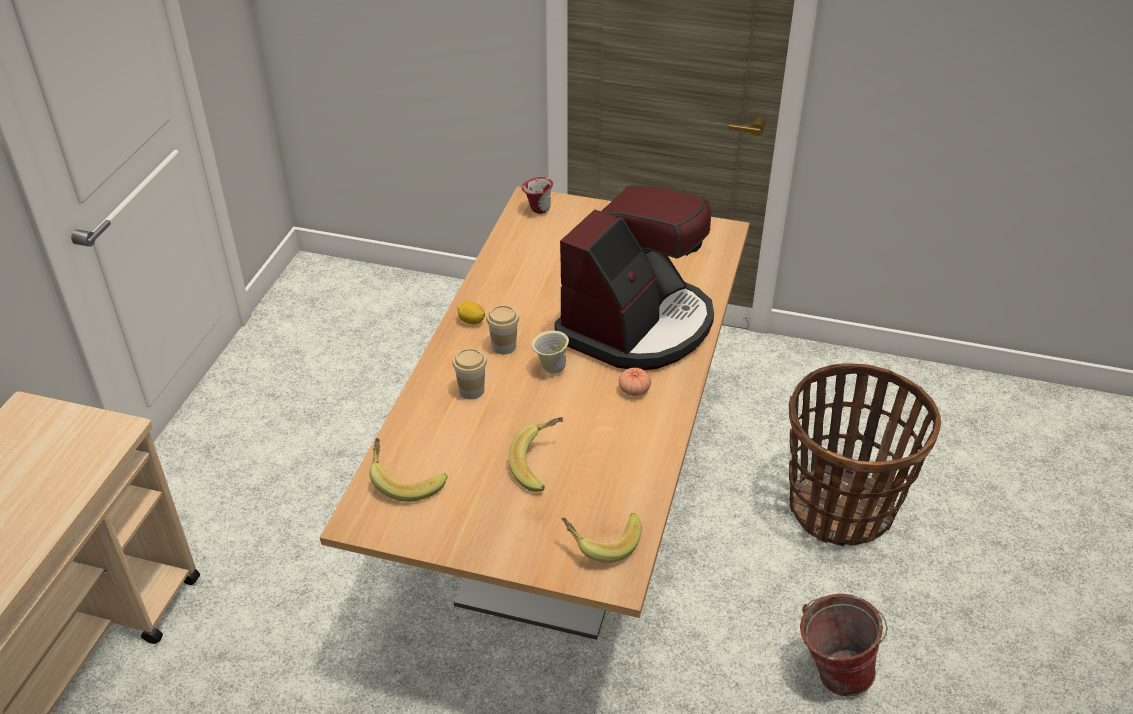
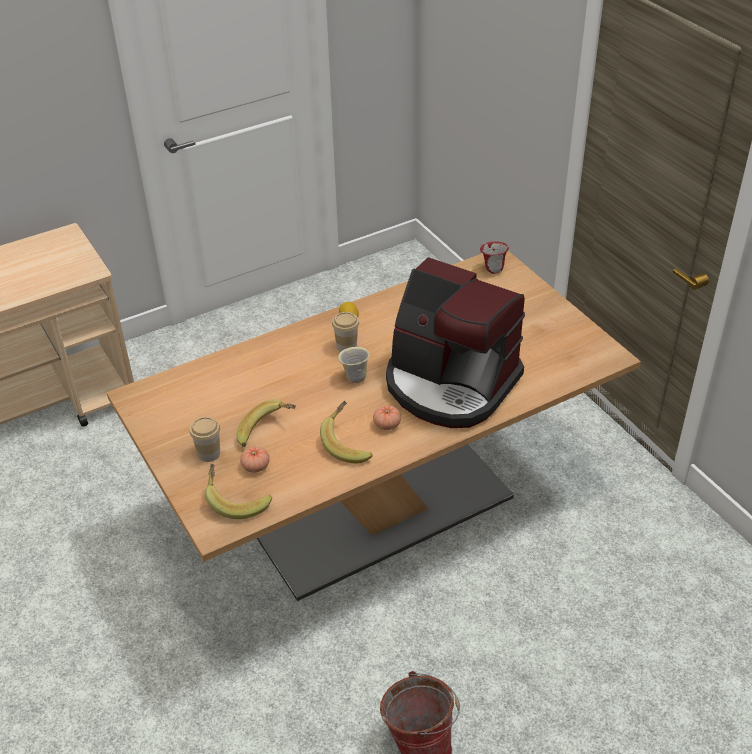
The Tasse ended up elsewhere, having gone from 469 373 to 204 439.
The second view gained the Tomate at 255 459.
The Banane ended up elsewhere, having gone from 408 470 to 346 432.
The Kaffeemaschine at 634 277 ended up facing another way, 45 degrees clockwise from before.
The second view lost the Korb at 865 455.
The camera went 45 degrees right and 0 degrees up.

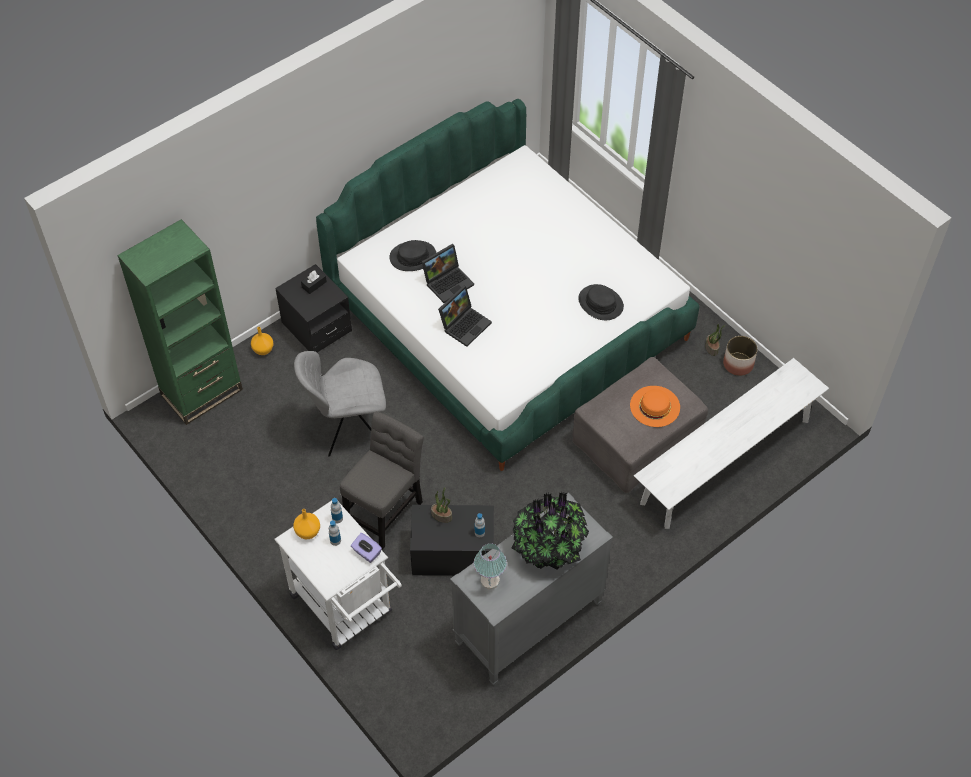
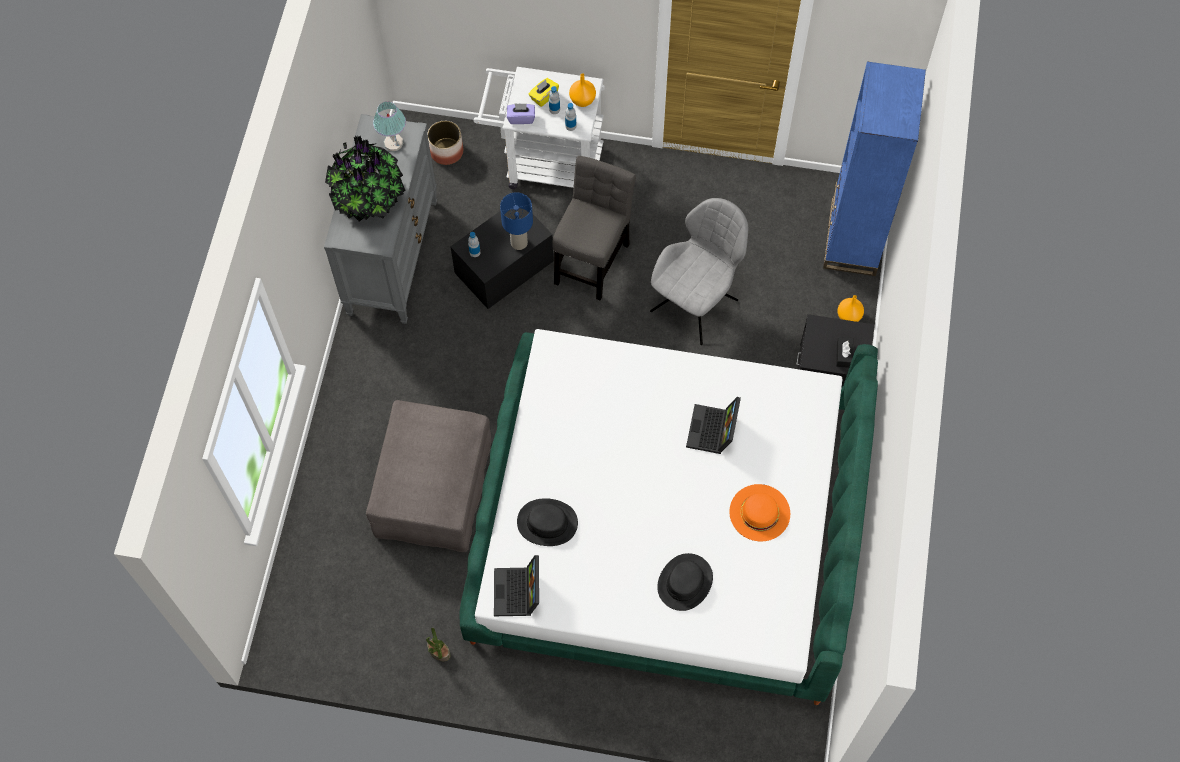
The Pflanzkübel ended up elsewhere, having gone from 740 356 to 445 143.
The Laptop ended up elsewhere, having gone from 465 316 to 516 585.
Where the Topfpflanze stood at 441 505, the Tischlampe (blau) came to stand at 516 221.
The second view gained the Taschentuchbox (gelb) at 544 92.
The Stuhl (grau) at 382 480 ended up facing another way, 150 degrees counterclockwise from before.
The Hut (schwarz) ended up elsewhere, having gone from 412 255 to 685 582.
The Hut (orange) ended up elsewhere, having gone from 655 406 to 759 513.
What was the Bücherregal (grün) at 180 322 turned into the Bücherregal (blau) at 874 169.
The second view lost the Bank (weiß) at 731 443.
The camera went 140 degrees right and 10 degrees up.

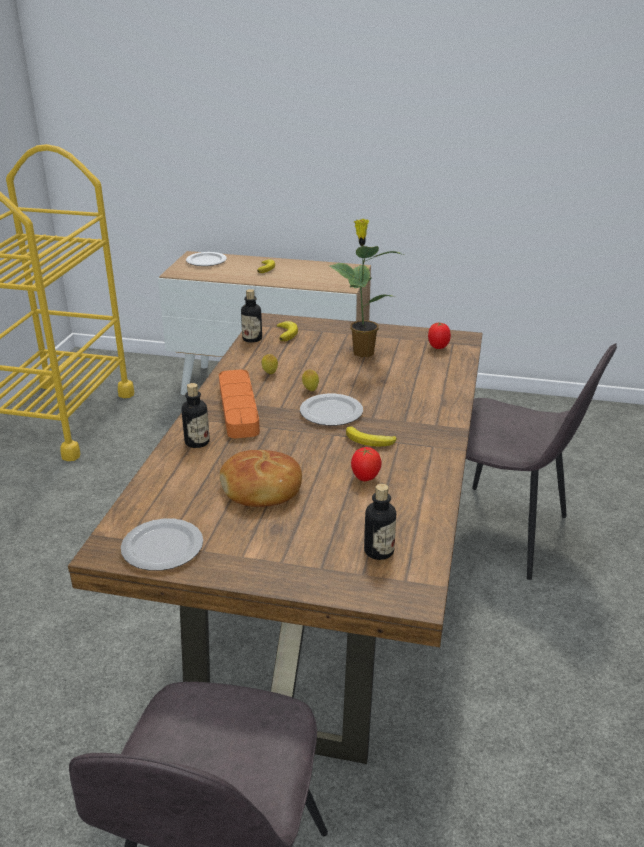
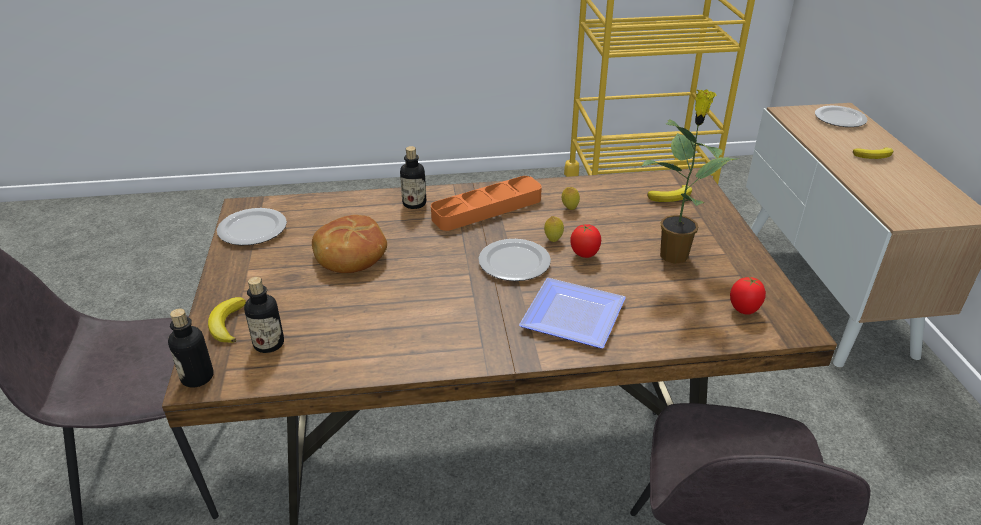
The Flasche ended up elsewhere, having gone from 251 316 to 191 348.
The Banane ended up elsewhere, having gone from 371 436 to 227 320.
The second view gained the Teller at 572 313.
The Tomate ended up elsewhere, having gone from 366 464 to 585 241.
The camera went 70 degrees right and 5 degrees up.

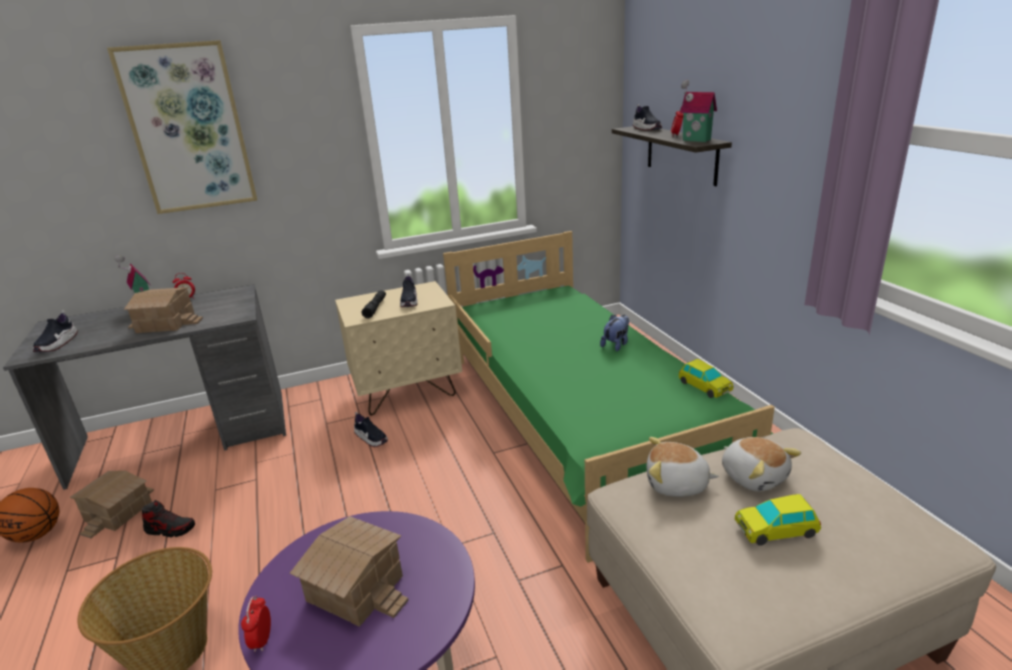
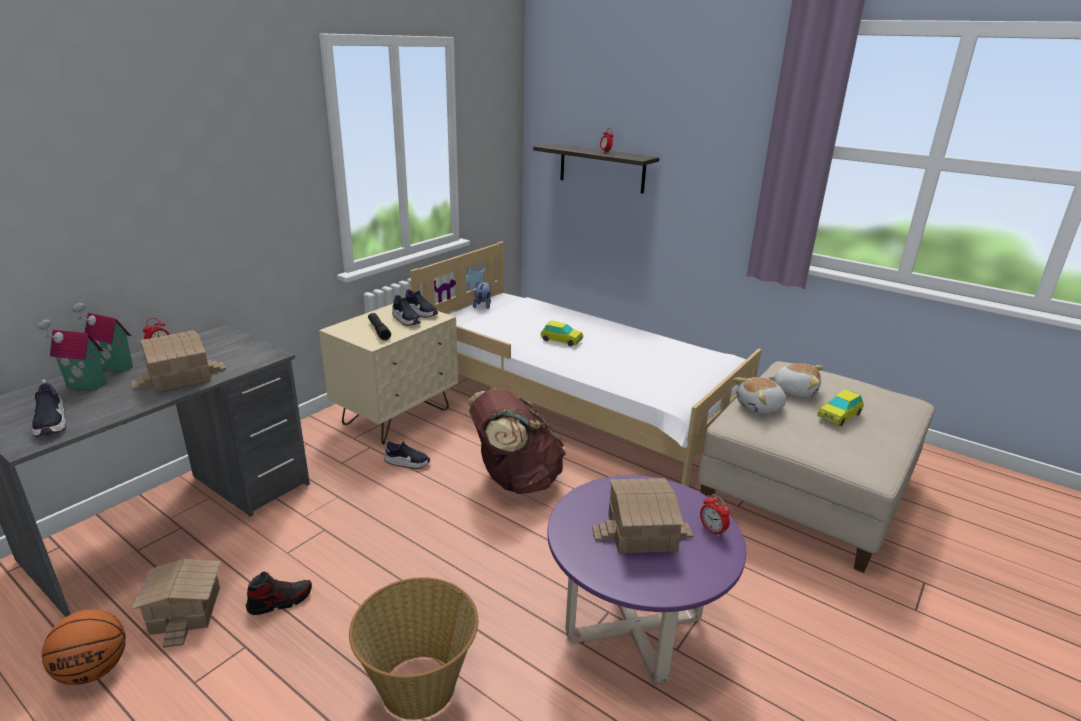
The Spielzeughaus ended up elsewhere, having gone from 698 111 to 71 354.
The Schuh ended up elsewhere, having gone from 647 117 to 421 302.
What was the Bett (grün) at 609 397 turned into the Bett (weiß) at 586 364.
The second view gained the Rucksack (braun) at 517 441.
The Plüschtier ended up elsewhere, having gone from 614 333 to 482 295.
The Spielzeugauto ended up elsewhere, having gone from 705 378 to 562 334.
The Wecker ended up elsewhere, having gone from 256 624 to 715 515.
The second view lost the Bild at 182 127.
The camera went 35 degrees left and 0 degrees up.

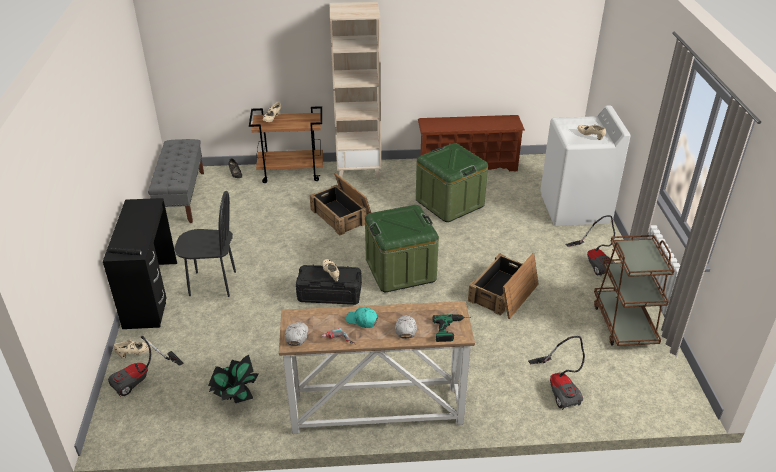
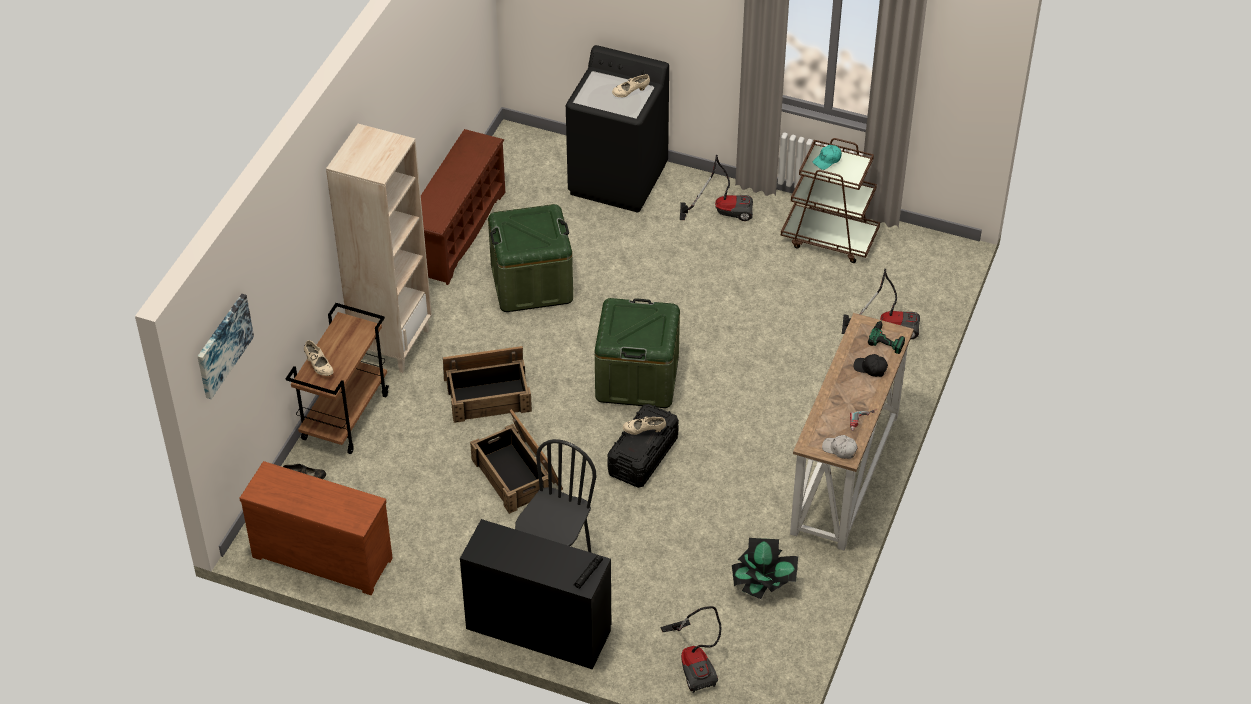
The second view gained the Bild at 225 346.
Where the Bank (grau) stood at 176 181, the Kommode (braun) came to stand at 316 528.
The Kiste ended up elsewhere, having gone from 503 286 to 516 461.
What was the Waschmaschine (weiß) at 585 165 turned into the Waschmaschine (schwarz) at 617 128.
The Kappe (türkis) ended up elsewhere, having gone from 362 317 to 827 157.
What was the Kappe (weiß) at 406 327 turned into the Kappe (schwarz) at 870 365.
The second view lost the Schuh (beige) at 133 349.
The camera went 65 degrees left and 10 degrees up.

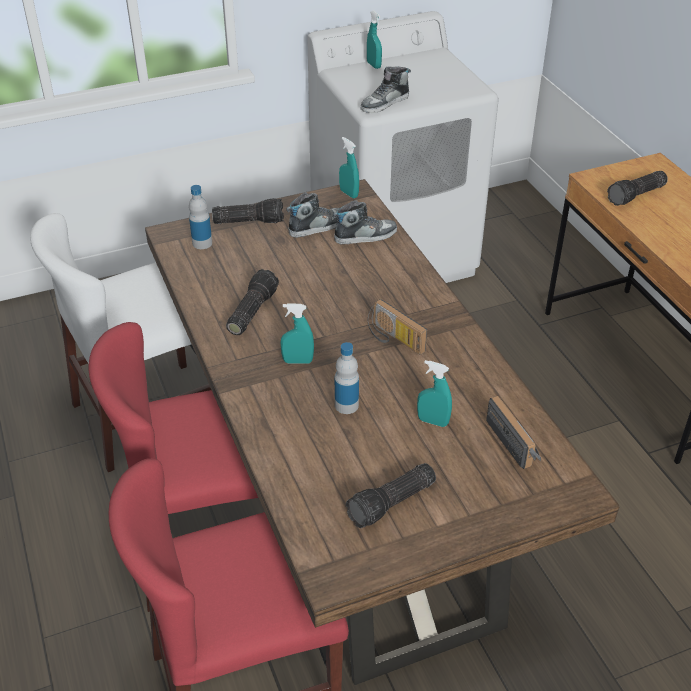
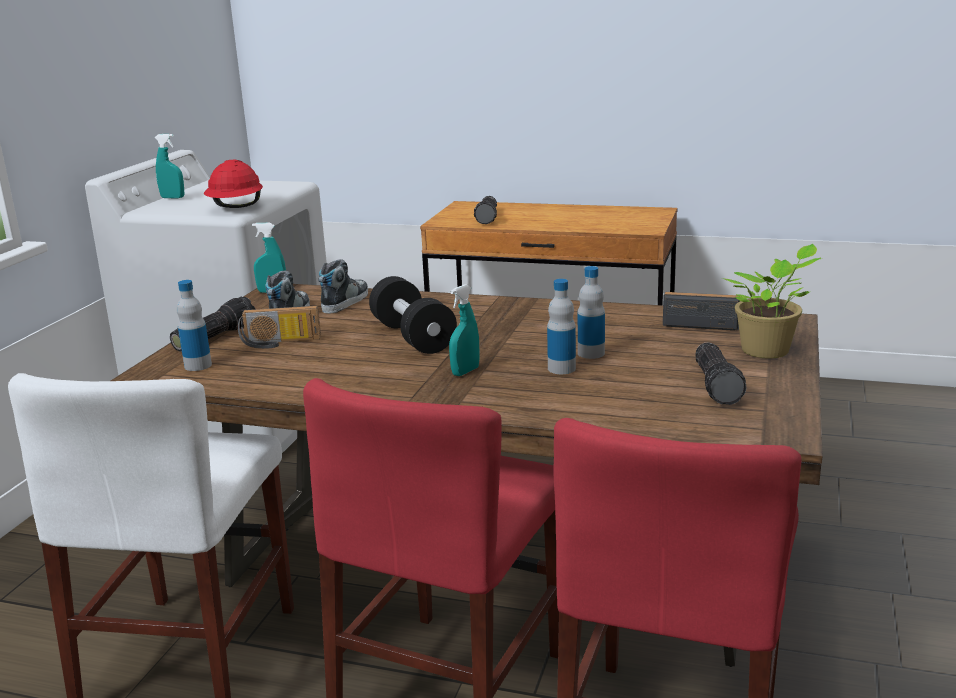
Where the Schuh stood at 385 89, the Schutzhelm (rot) came to stand at 233 184.
The Radio ended up elsewhere, having gone from 397 327 to 279 327.
The second view gained the Hantel (schwarz) at 413 315.
The second view gained the Flasche at 591 312.
The second view gained the Topfpflanze at 771 301.
The second view lost the Taschenlampe at 252 302.
The second view lost the Sprühflasche (türkis) at 434 393.
The camera went 50 degrees left and 20 degrees down.

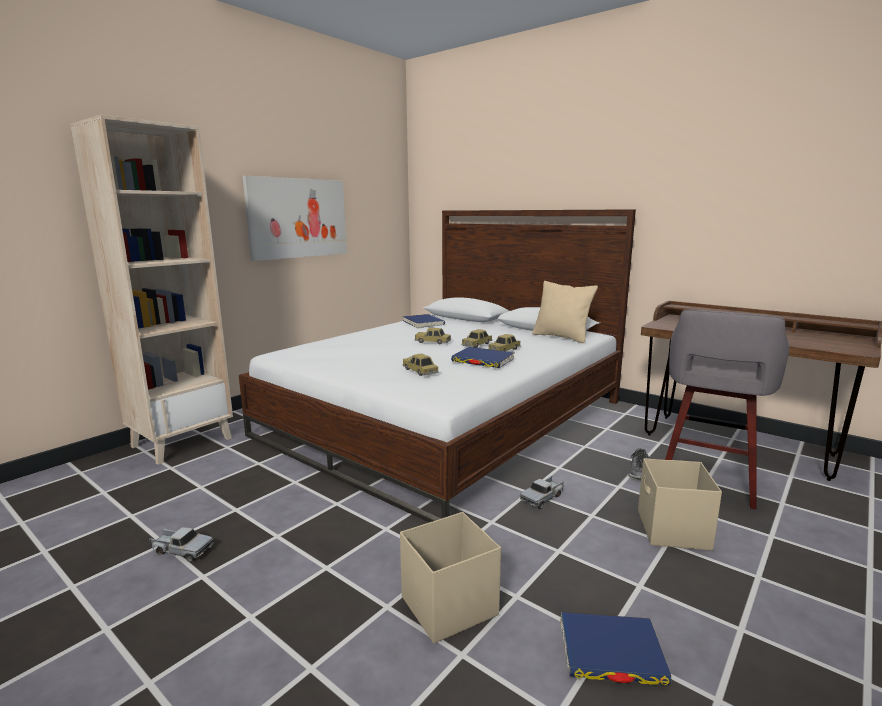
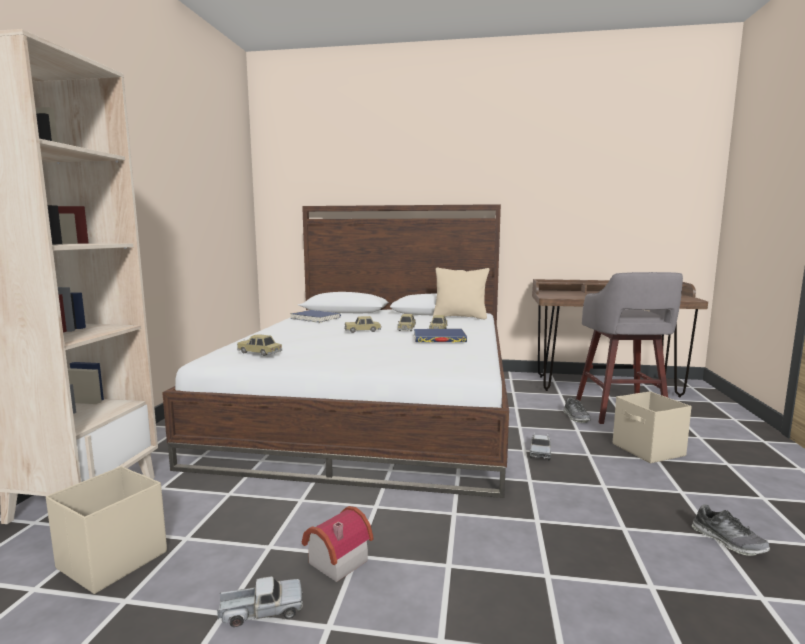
The Aufbewahrungsbox (beige) ended up elsewhere, having gone from 450 578 to 106 530.
The Spielzeugauto ended up elsewhere, having gone from 421 365 to 259 345.
The second view gained the Spielzeughaus at 338 544.
Where the Buch (blau) stood at 616 648, the Schuh came to stand at 730 530.
The second view lost the Bild at 295 218.
The camera went 30 degrees left and 5 degrees down.

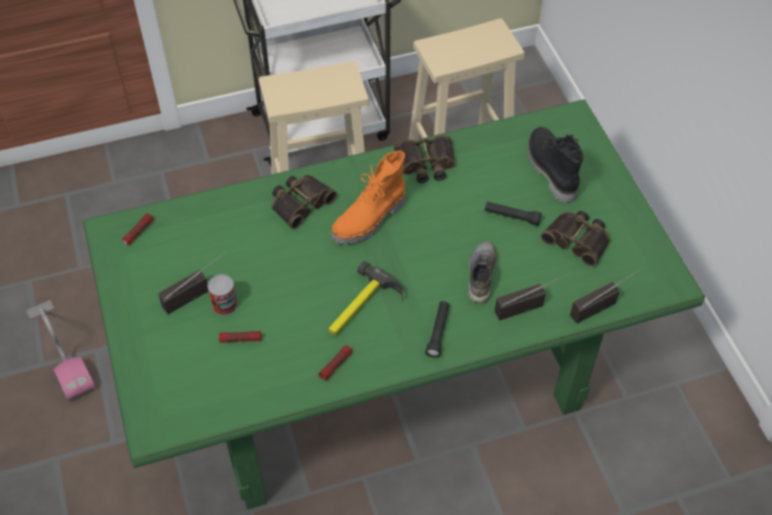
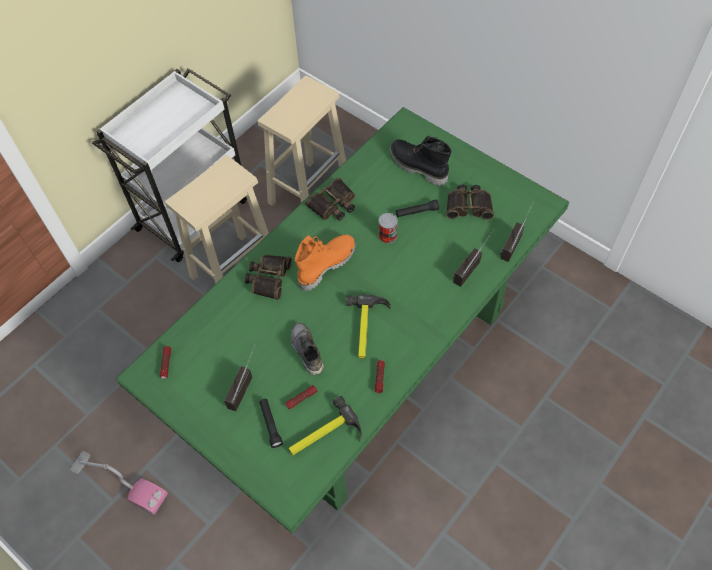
The Taschenlampe (schwarz) ended up elsewhere, having gone from 437 329 to 271 423.
The second view gained the Hammer at 325 425.
The Schuh (grau) ended up elsewhere, having gone from 482 272 to 307 349.
The Stiefel (orange) at 368 198 ended up facing another way, 150 degrees counterclockwise from before.
The Dose ended up elsewhere, having gone from 223 294 to 388 228.
The camera went 30 degrees left and 5 degrees up.

